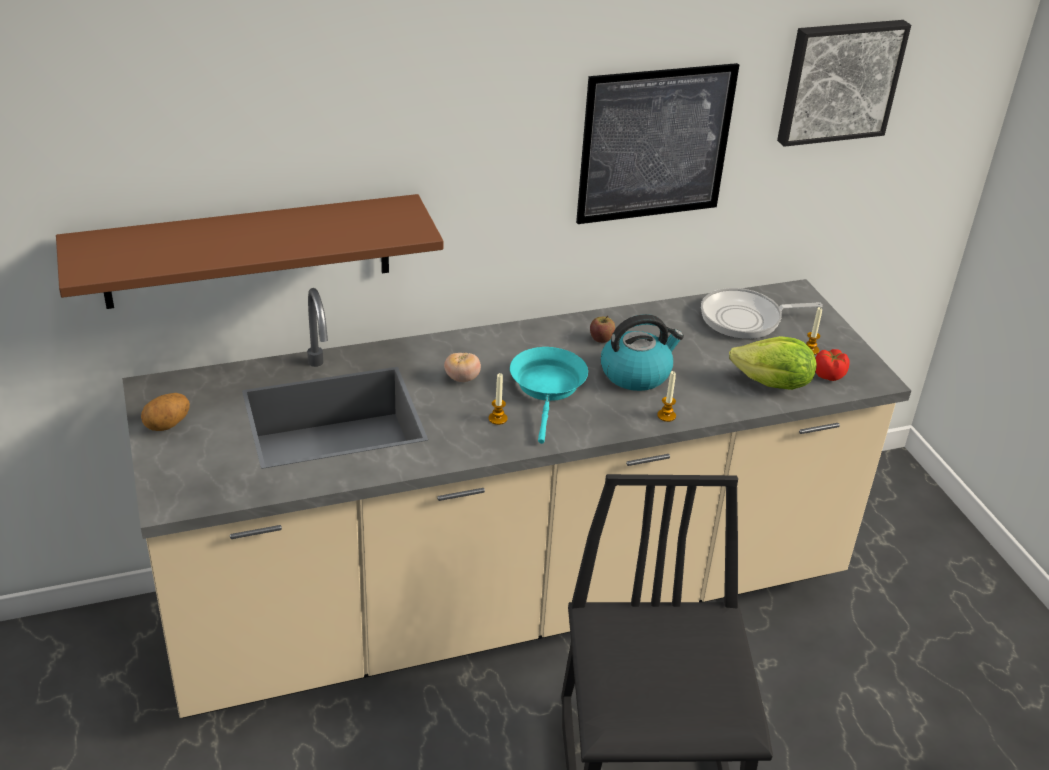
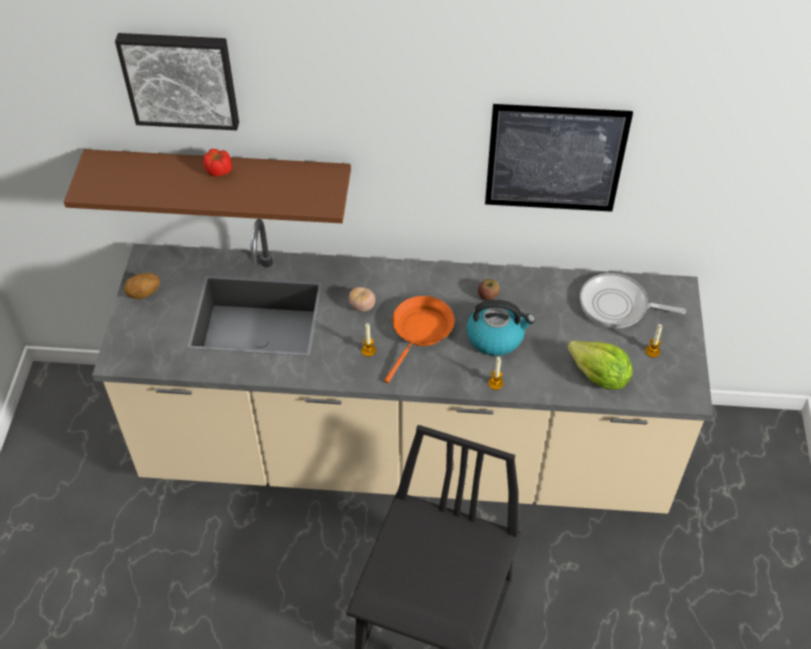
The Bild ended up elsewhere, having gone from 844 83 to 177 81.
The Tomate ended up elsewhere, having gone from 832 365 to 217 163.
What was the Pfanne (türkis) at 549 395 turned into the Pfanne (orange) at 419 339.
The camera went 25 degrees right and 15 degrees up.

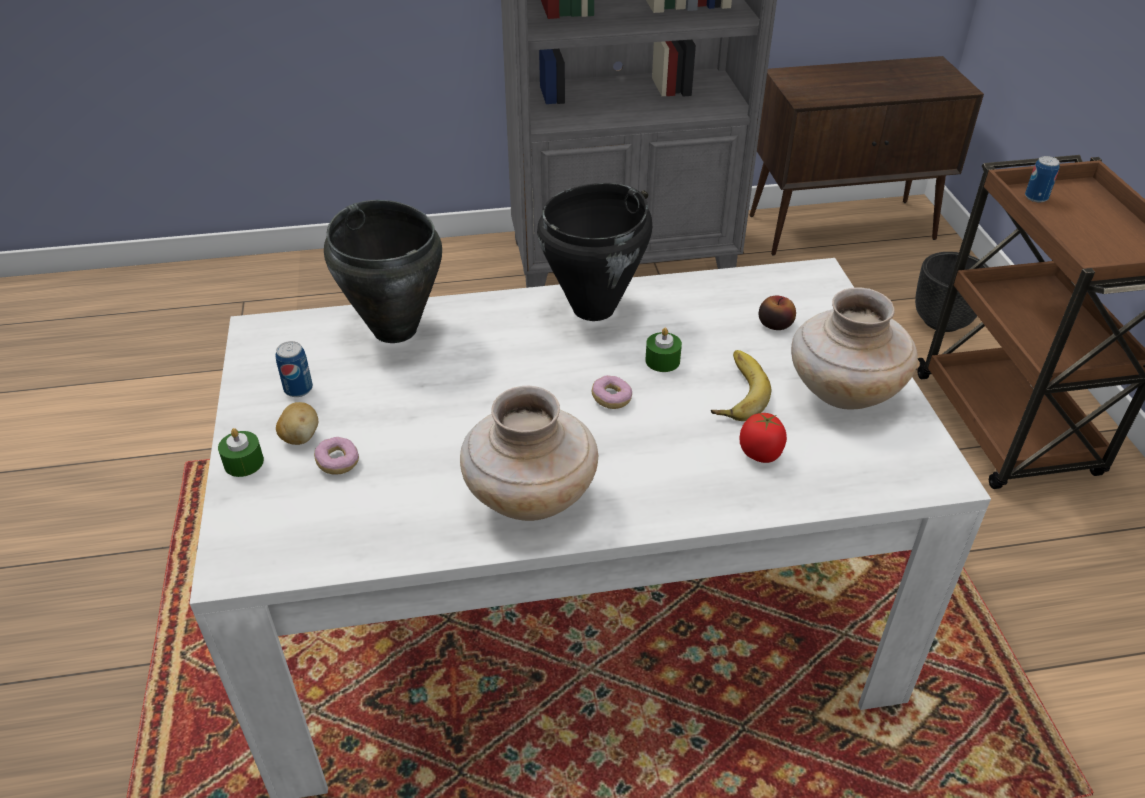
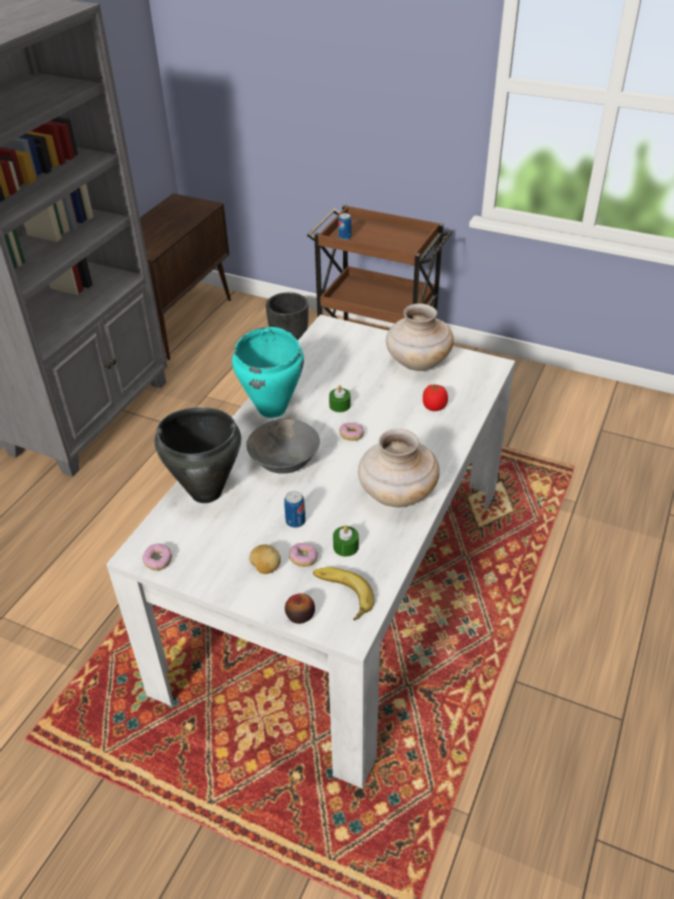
The second view gained the Donut at 157 557.
What was the Kochtopf (schwarz) at 594 252 turned into the Kochtopf (türkis) at 268 372.
The second view gained the Schüssel (grau) at 283 446.
The Dose ended up elsewhere, having gone from 294 369 to 295 509.
The Apfel ended up elsewhere, having gone from 777 313 to 300 608.
The Banane ended up elsewhere, having gone from 741 385 to 344 593.
The Kerze (grün) ended up elsewhere, having gone from 241 452 to 346 541.
The camera went 55 degrees left and 0 degrees up.

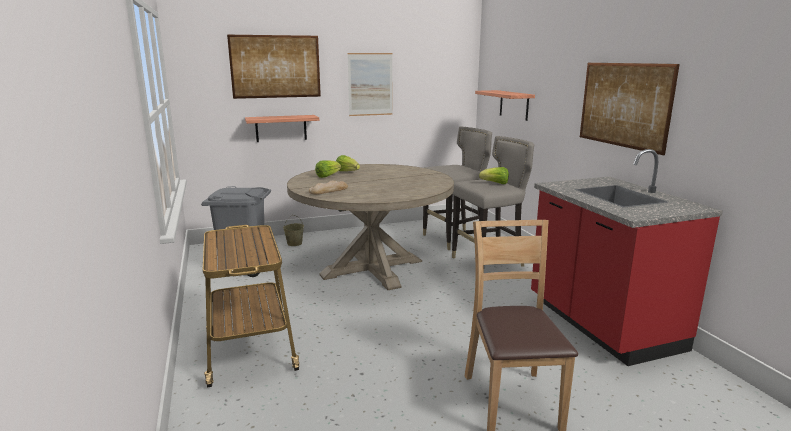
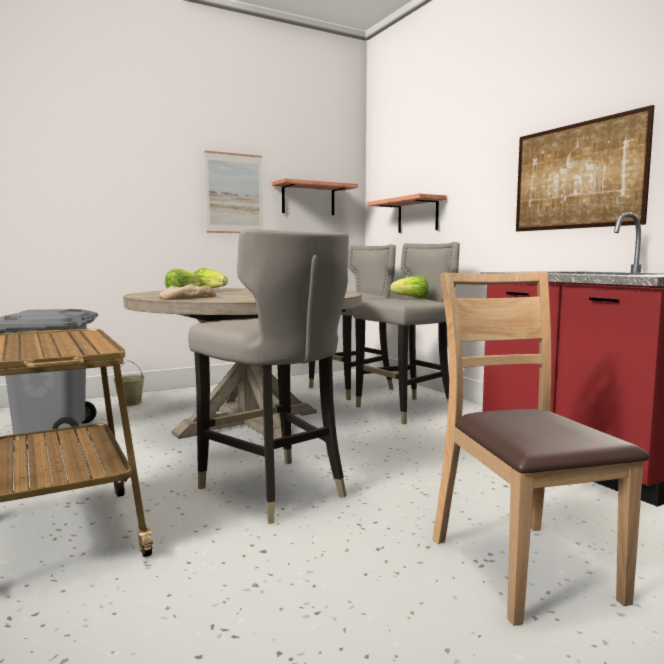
The second view gained the Hocker (grau) at 268 376.
The Wandregal ended up elsewhere, having gone from 282 128 to 315 196.
The second view lost the Bild at 274 67.
The camera went 10 degrees left and 10 degrees down.

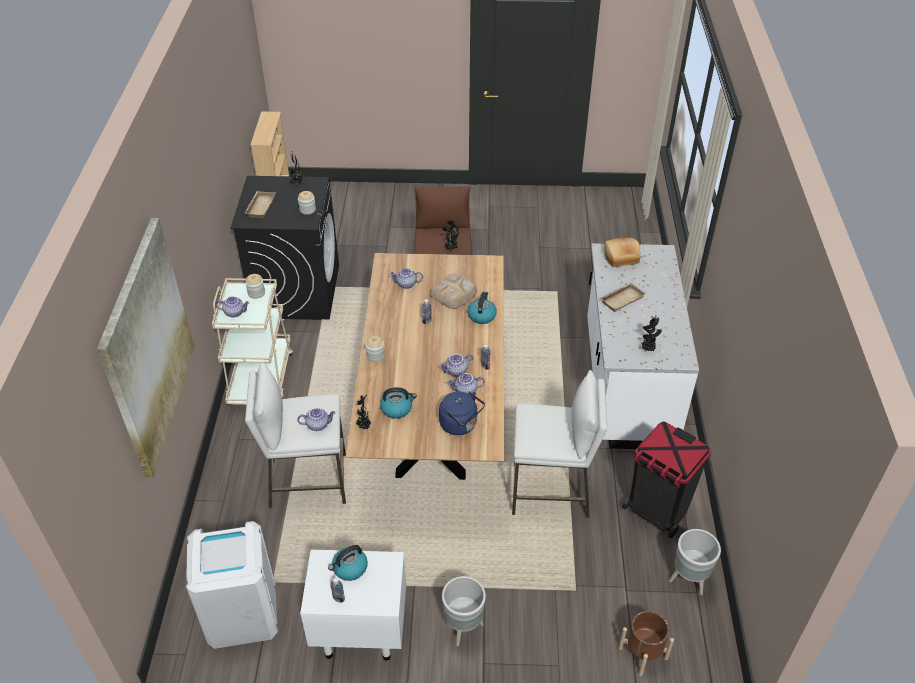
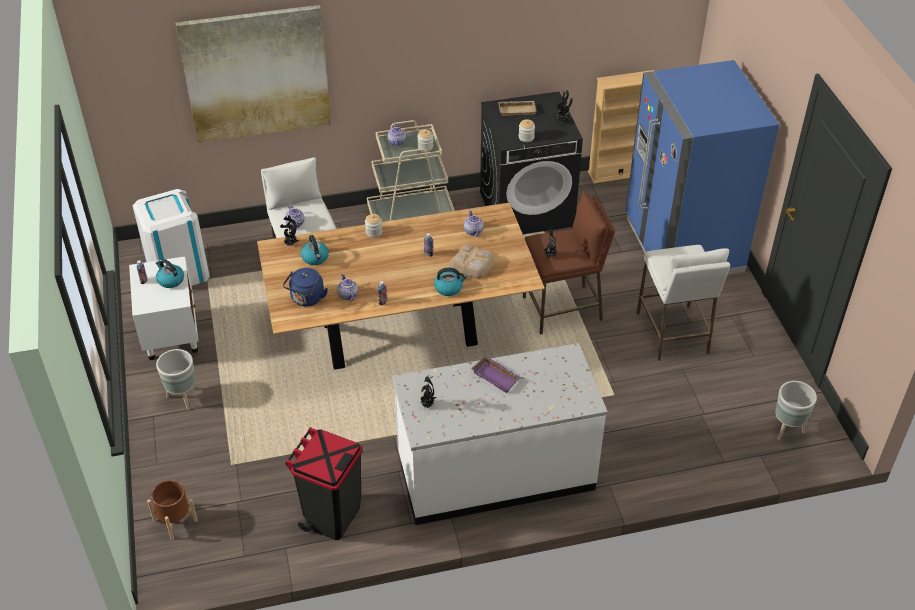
What was the Tablett (beige) at 623 297 turned into the Tablett (lila) at 496 374.
The second view gained the Kühlschrank (blau) at 702 167.
The Hocker (weiß) ended up elsewhere, having gone from 559 444 to 683 303.
The Pflanzkübel (grau) ended up elsewhere, having gone from 695 562 to 796 410.
The second view lost the Teekanne at 456 365.
The second view lost the Brot at 622 252.
The camera went 75 degrees right and 0 degrees up.

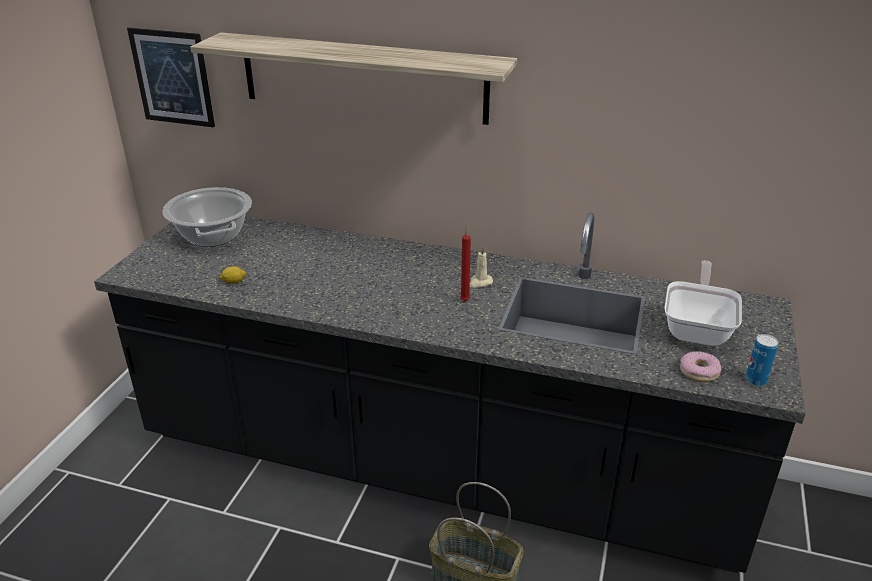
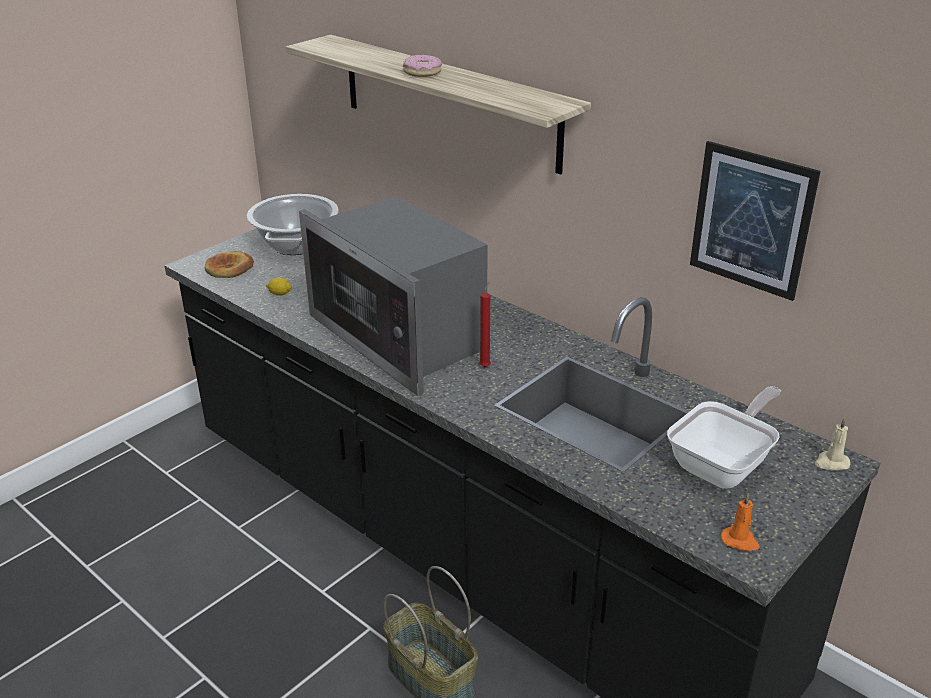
The second view gained the Brot at 229 264.
The second view gained the Mikrowelle at 393 296.
The Donut ended up elsewhere, having gone from 700 366 to 422 66.
The Bild ended up elsewhere, having gone from 171 77 to 755 221.
Where the Dose stood at 762 360, the Kerze (orange) came to stand at 740 522.
The Kerze (beige) ended up elsewhere, having gone from 481 267 to 832 444.
The camera went 25 degrees right and 0 degrees up.

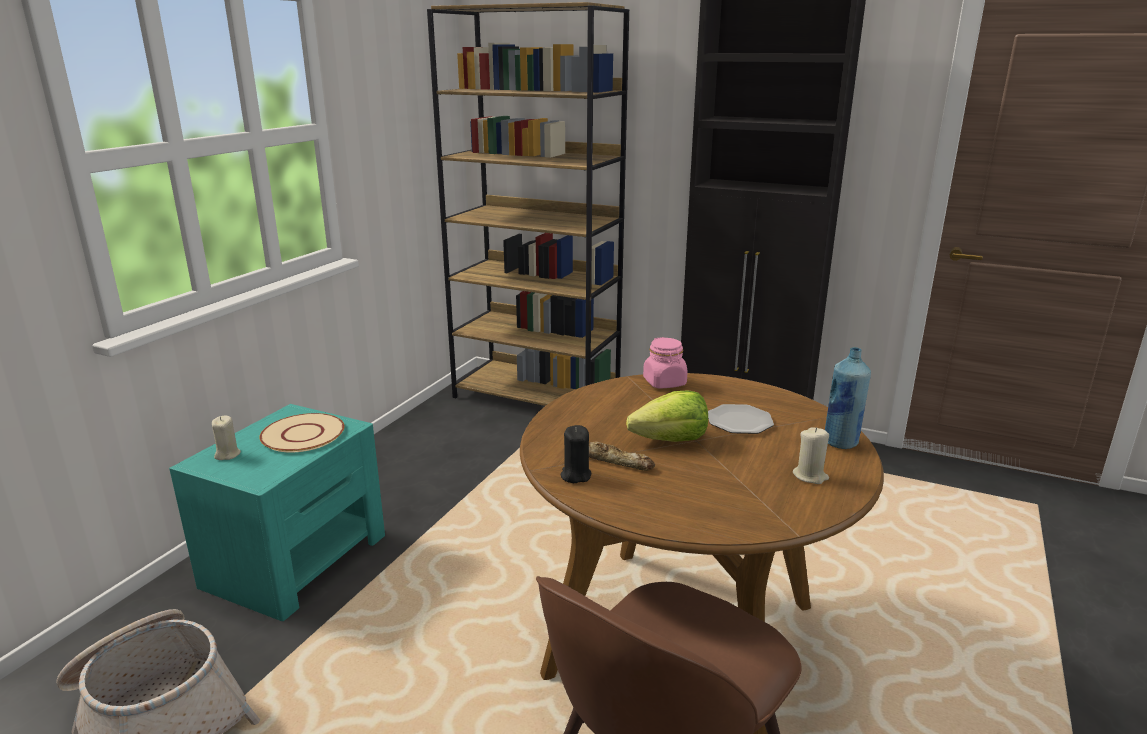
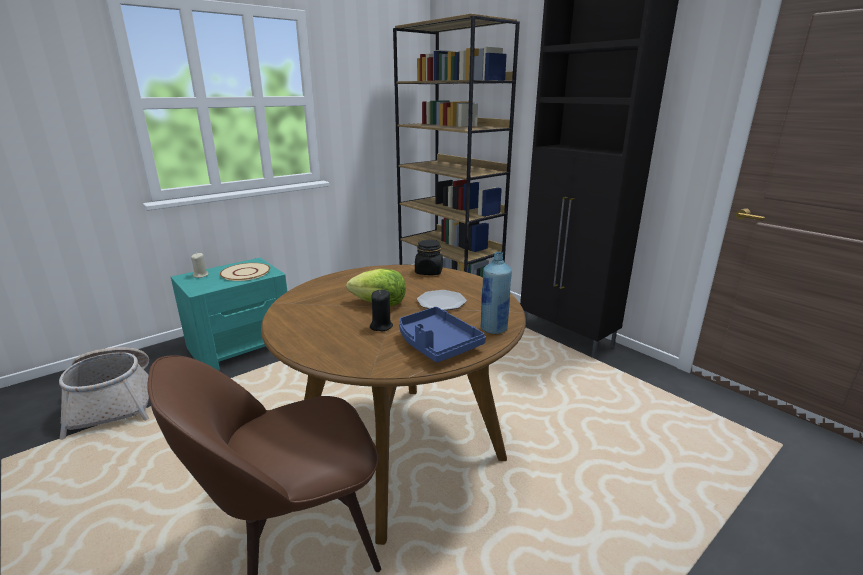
The Kerze (schwarz) ended up elsewhere, having gone from 576 454 to 381 310.
Where the Kerze (beige) stood at 811 455, the Tablett (blau) came to stand at 442 335.
What was the Vorratsglas (rosa) at 665 363 turned into the Vorratsglas (schwarz) at 429 257.
The second view lost the Brot at 622 456.
The camera went 25 degrees right and 0 degrees up.

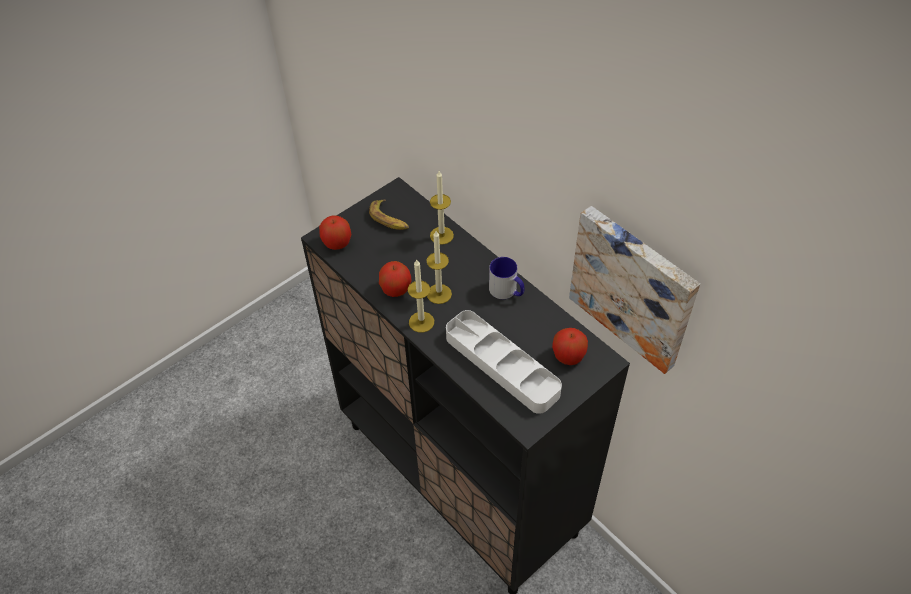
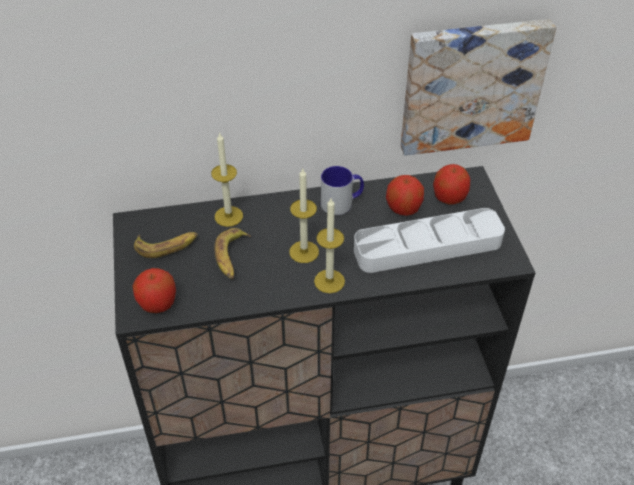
The second view gained the Banane at 232 253.
The Apfel ended up elsewhere, having gone from 395 279 to 405 195.
The camera went 60 degrees left and 5 degrees down.

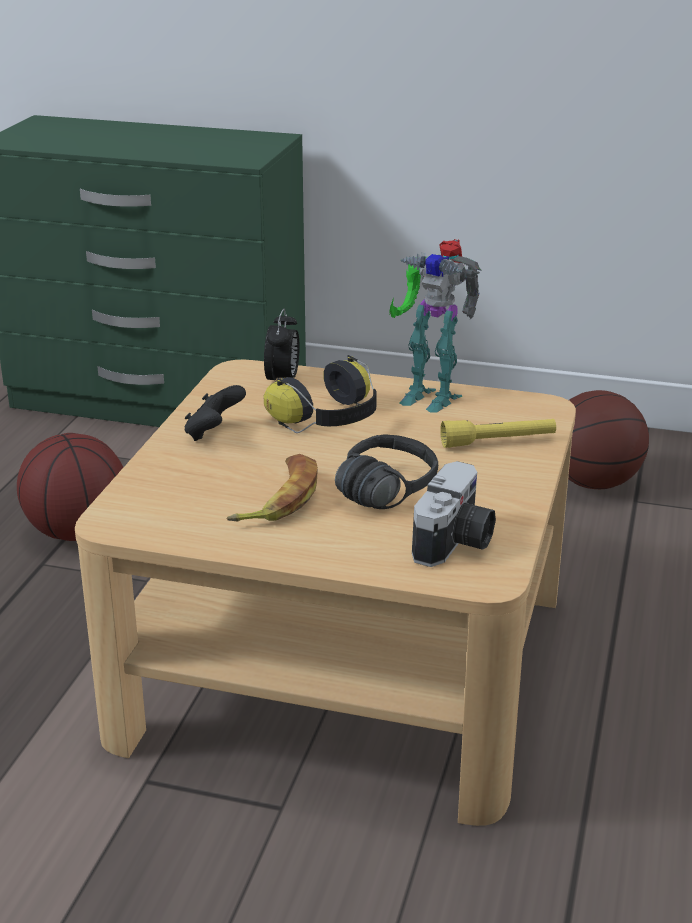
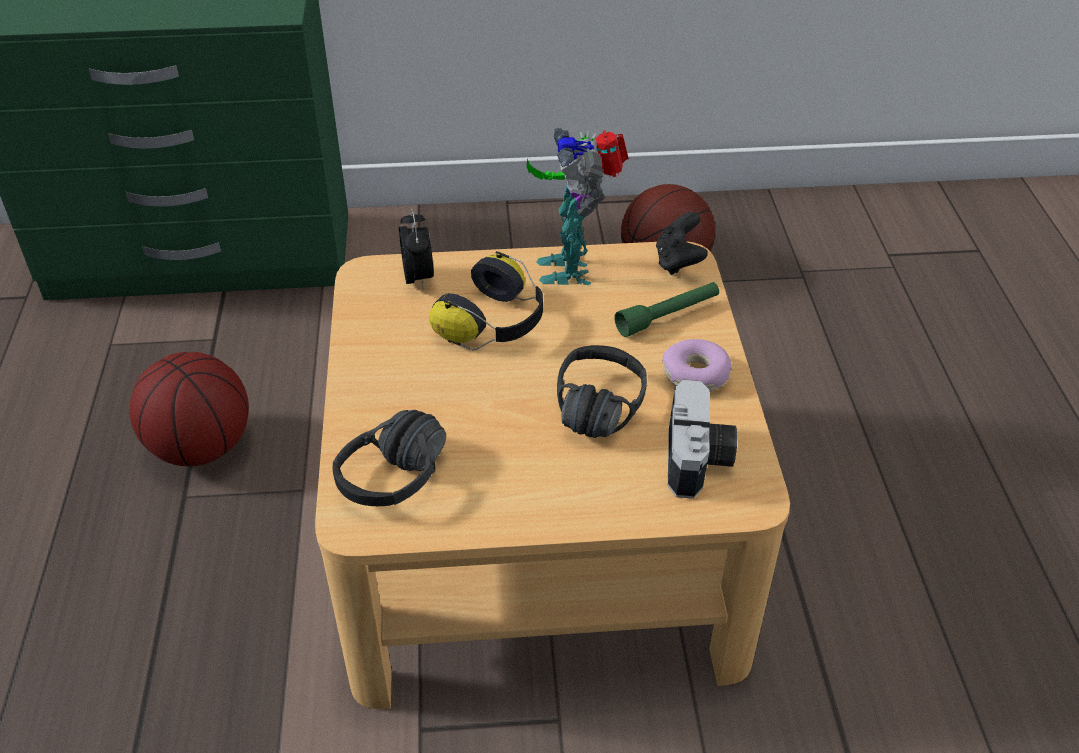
The second view gained the Kopfhörer (schwarz) at 389 458.
The Spielzeugroboter at 435 325 ended up facing another way, 75 degrees clockwise from before.
What was the Taschenlampe (gelb) at 498 433 turned into the Taschenlampe (grün) at 666 309.
The Gamepad (schwarz) ended up elsewhere, having gone from 215 413 to 682 243.
The second view gained the Donut at 697 365.
The second view lost the Banane at 272 487.
The camera went 20 degrees left and 15 degrees up.

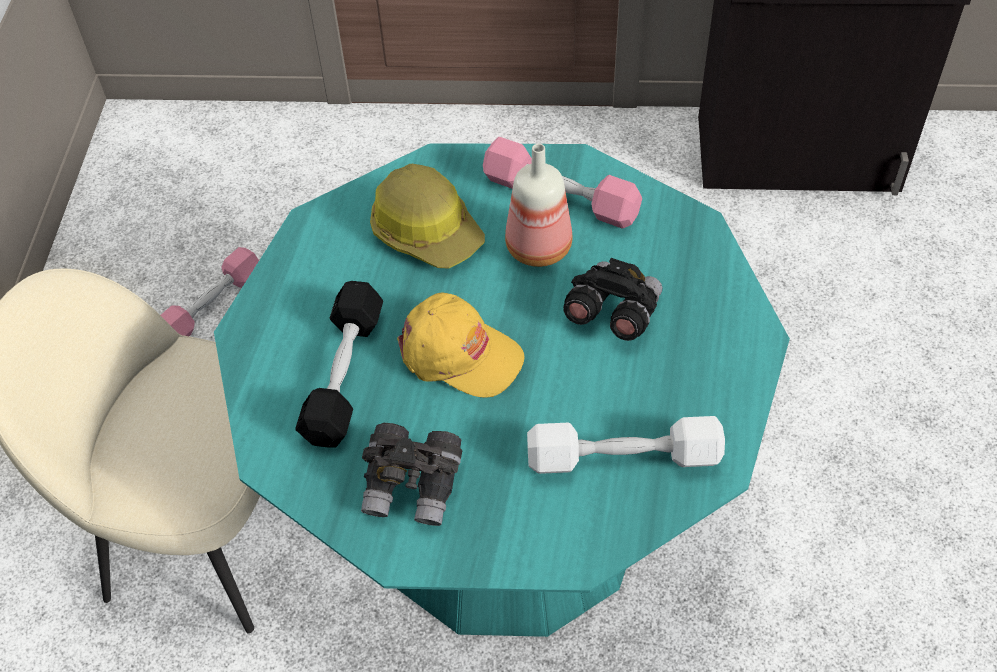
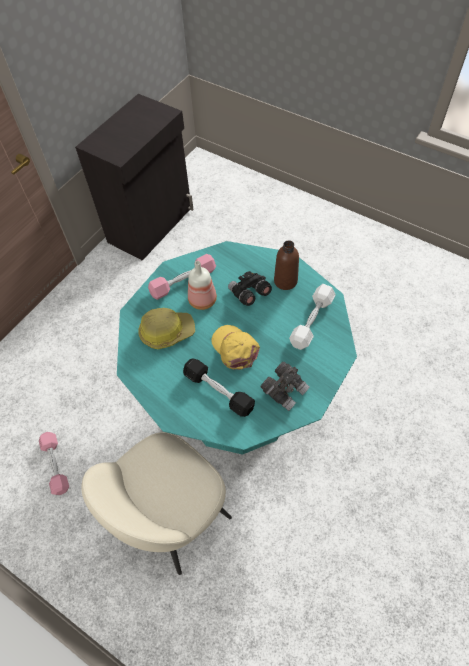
The Kappe (gelb) at 460 345 ended up facing another way, 90 degrees counterclockwise from before.
The second view gained the Flasche (braun) at 286 265.
The camera went 60 degrees left and 5 degrees up.

